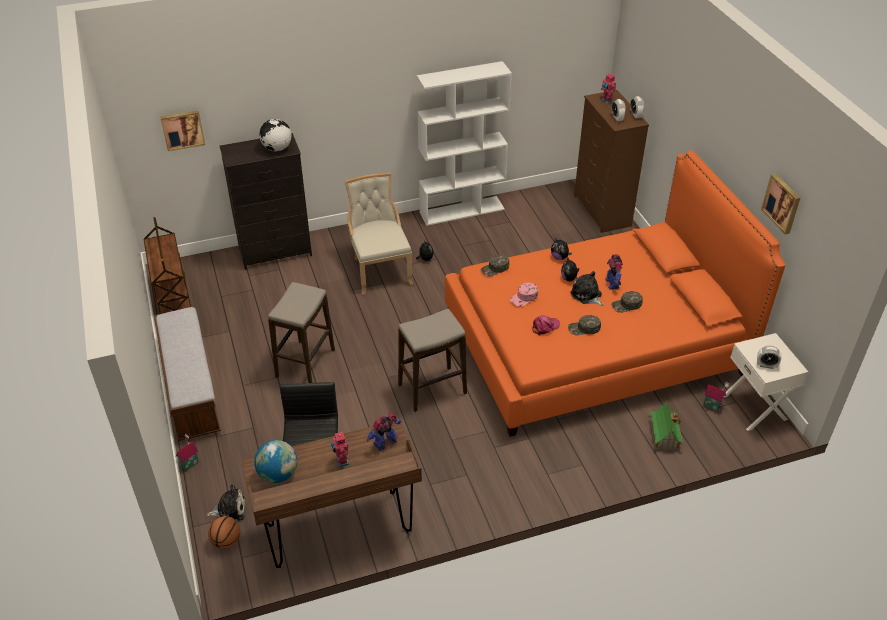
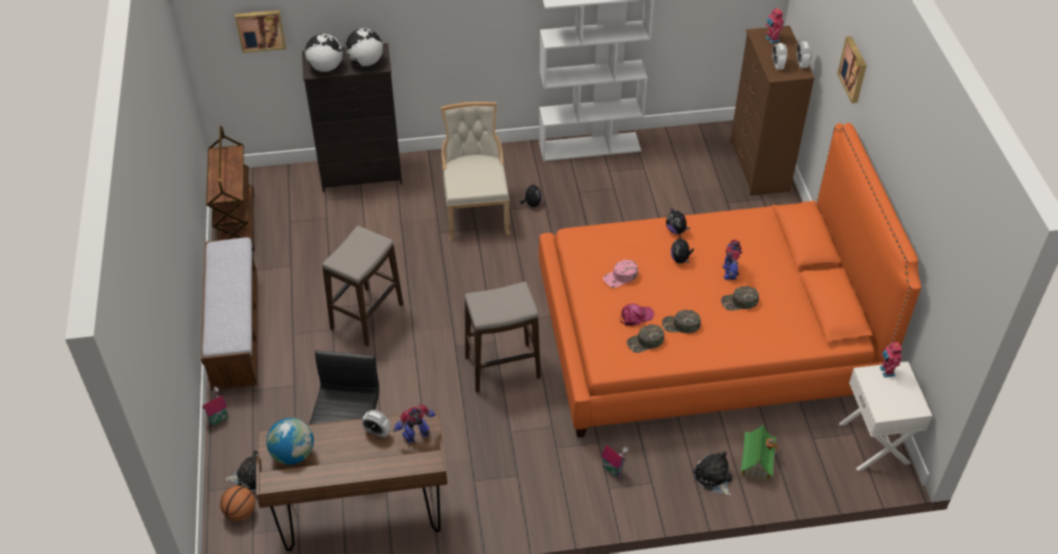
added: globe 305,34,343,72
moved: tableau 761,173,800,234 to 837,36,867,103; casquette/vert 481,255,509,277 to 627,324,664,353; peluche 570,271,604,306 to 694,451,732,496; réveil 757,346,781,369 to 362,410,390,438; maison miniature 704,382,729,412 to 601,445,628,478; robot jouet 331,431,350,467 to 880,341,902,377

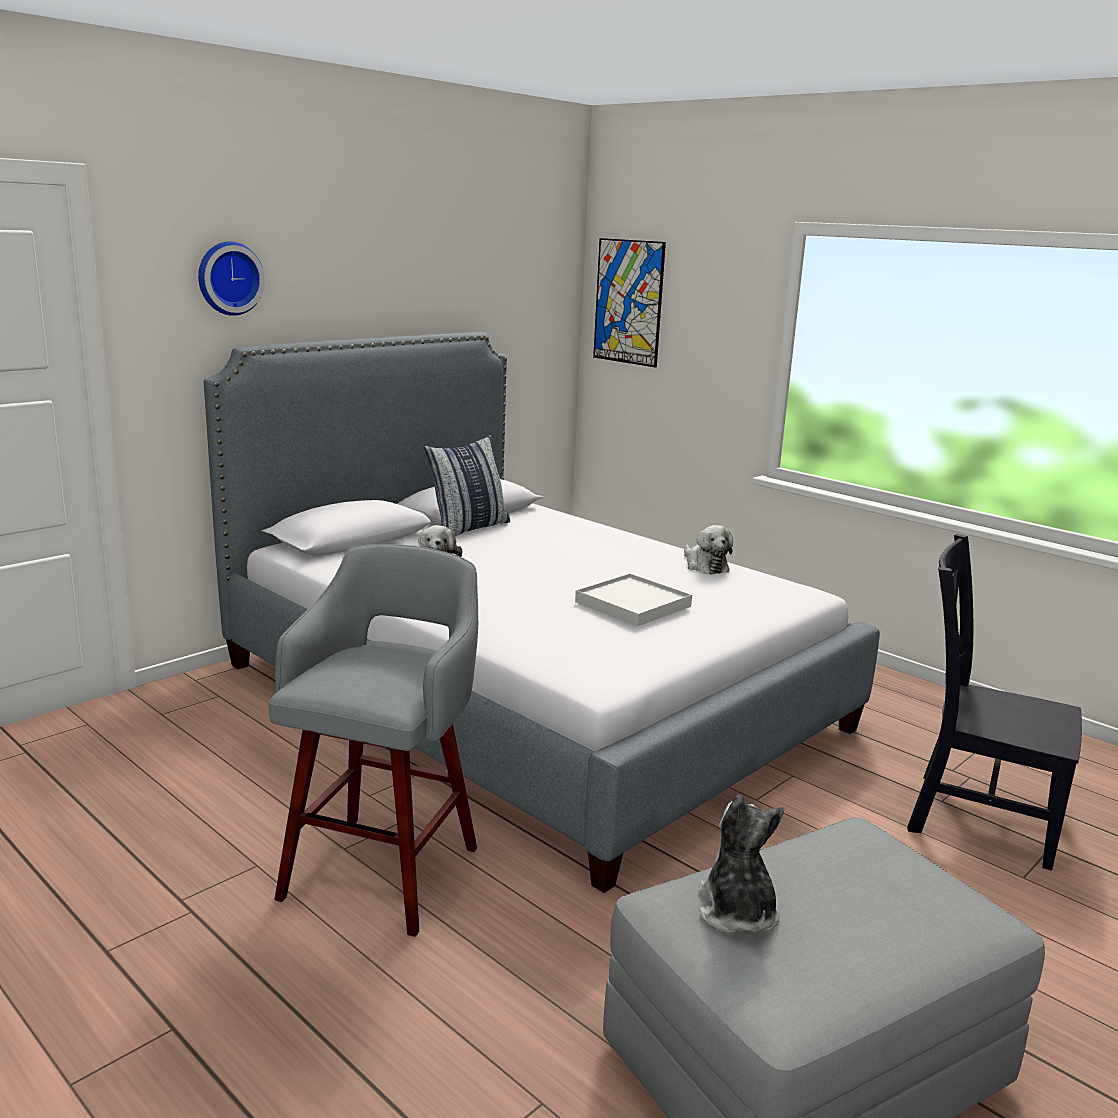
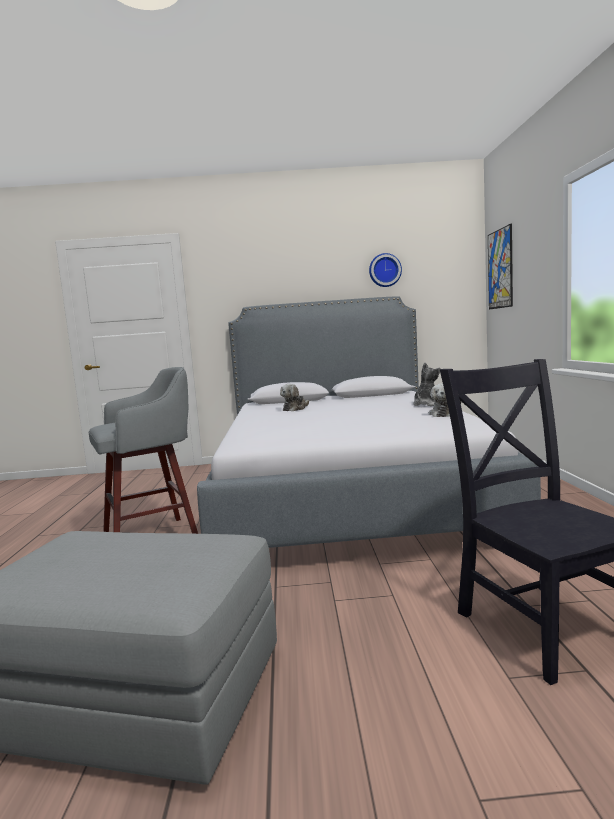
removed: coussin 423,435,510,536; plateau/blanc 575,573,692,626
moved: horloge murale 198,241,265,316 to 369,253,402,287; peluche 699,794,784,933 to 413,363,440,406

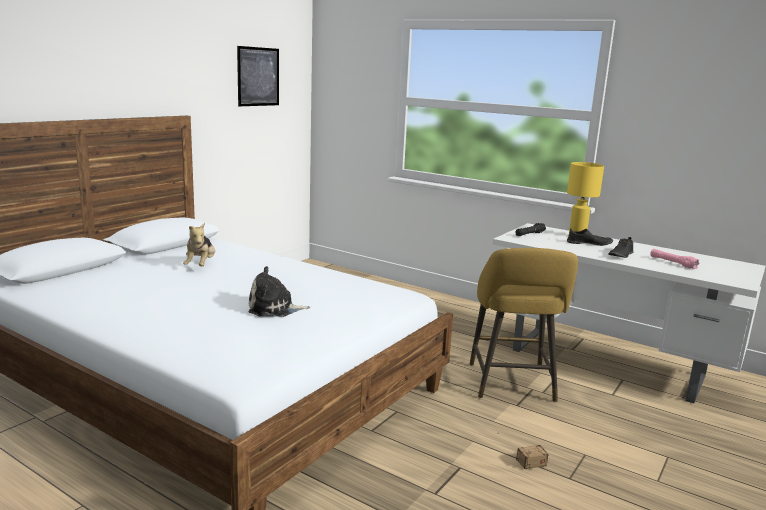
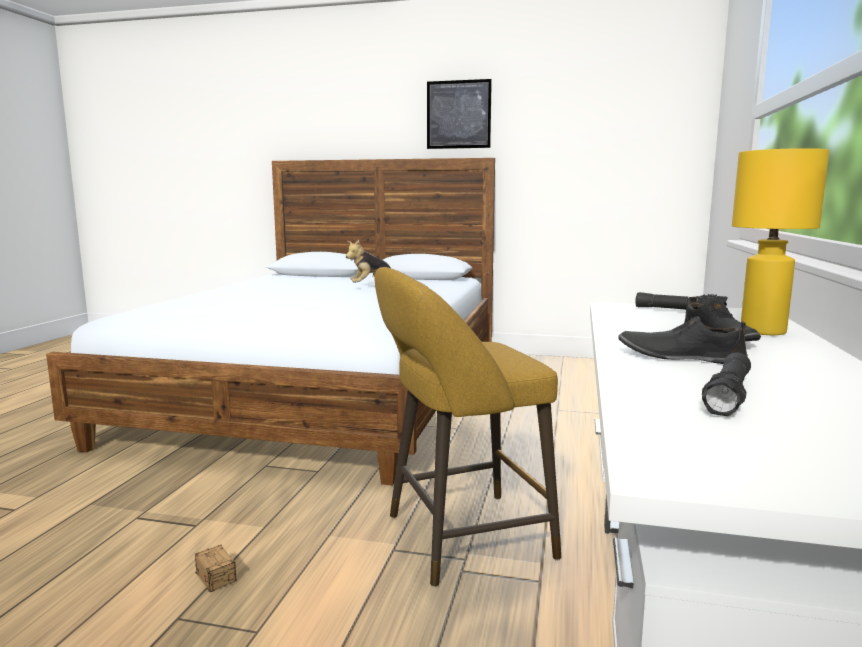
removed: peluche 248,266,310,317
moved: tableau 237,46,279,106 to 427,79,492,149
recoloured: lampe de poche/rose 650,249,700,269 to lampe de poche/noir 702,353,751,416

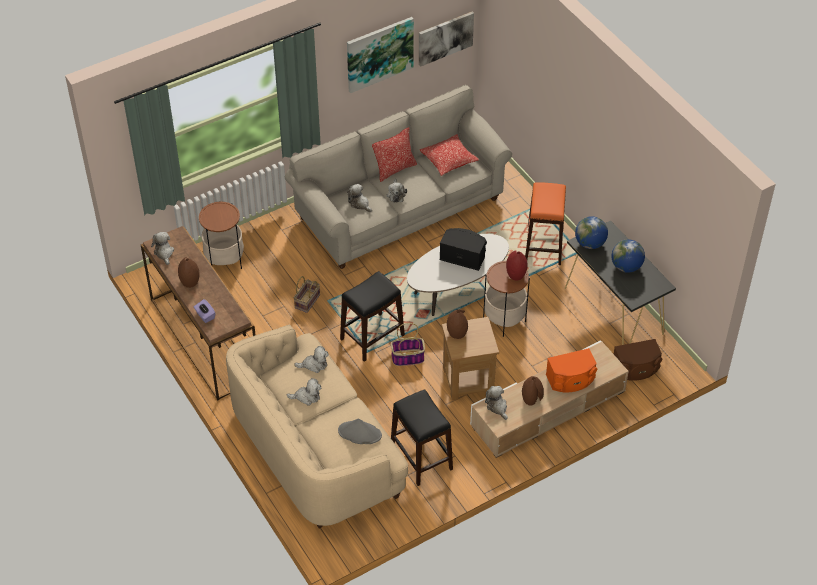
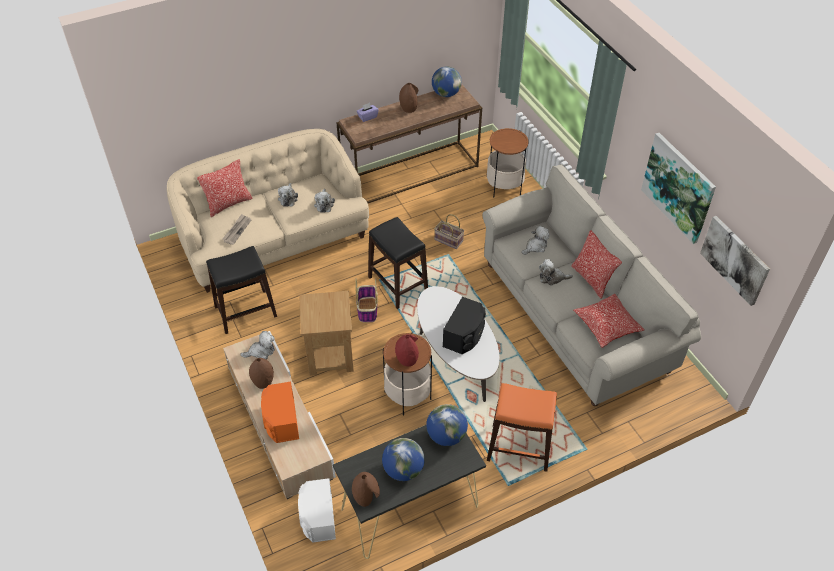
added: coussin 197,159,252,217
moved: vase/marron 447,309,468,339 to 352,472,380,507
replaced: peluche 151,232,174,265 to globe 432,66,462,97; chapeau/gris 338,418,382,444 to journal 223,214,251,245
recoloured: enceinte/marron 614,339,662,381 to enceinte/blanc 298,478,336,543

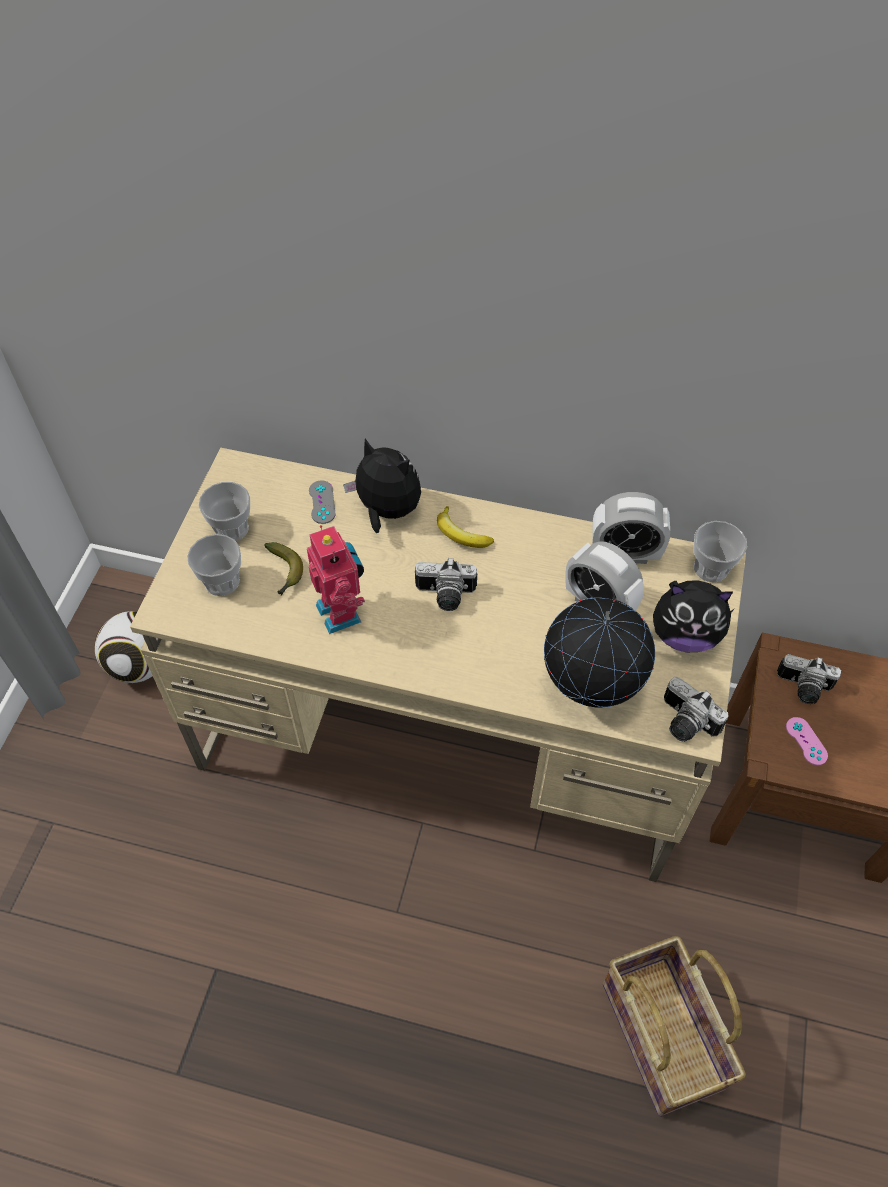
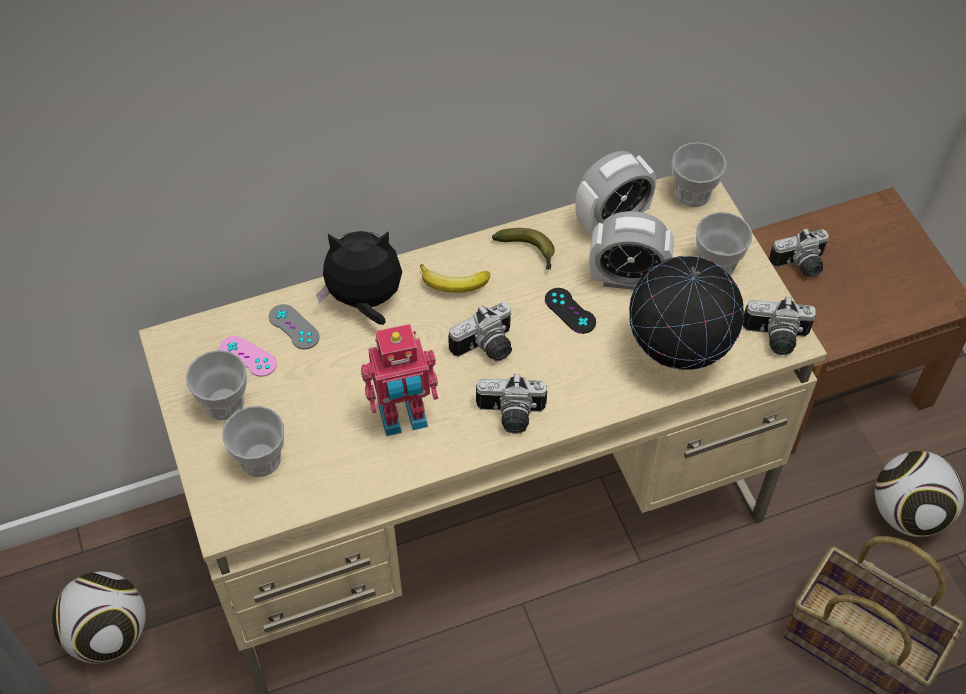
added: manette/noir 545,288,596,334; appareil photo 476,373,547,434; ballon de foot 875,451,965,537
moved: banane 265,542,303,595 to 492,228,555,270; manette/rose 786,717,828,765 to 219,336,277,377
replaced: peluche 653,581,735,652 to tasse 696,212,752,275
turned: robot jouet 307,525,365,634 = 361,324,438,436 135 degrees clockwise

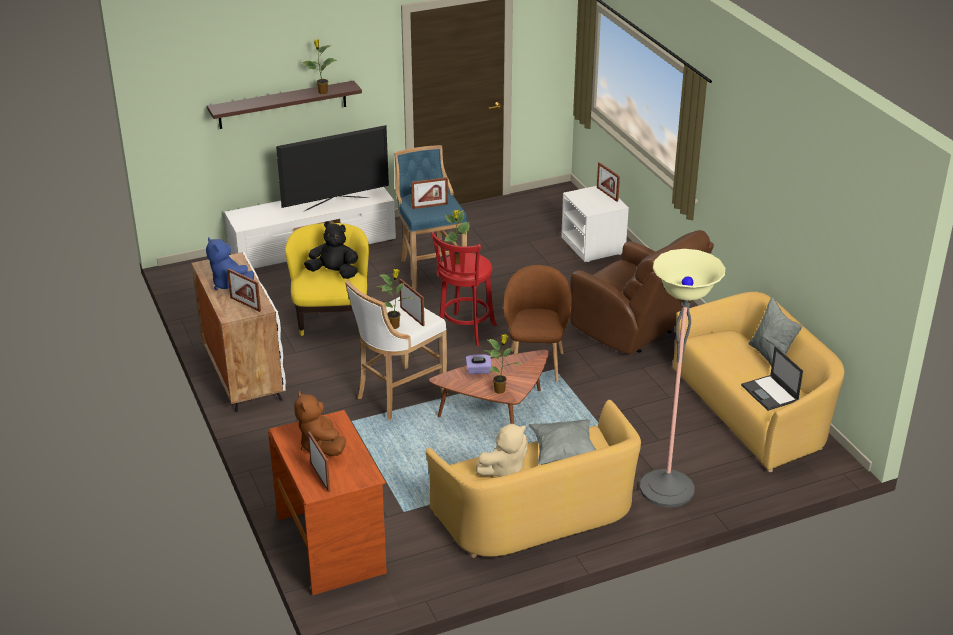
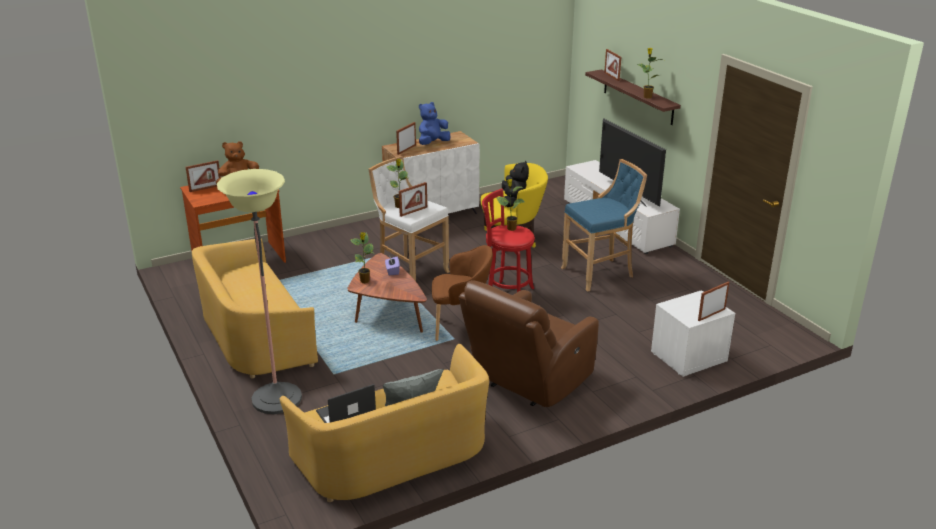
removed: coussin/gris 528,419,596,465; peluche/beige 476,424,528,477
moved: cadre photo 411,177,448,209 to 604,49,621,81

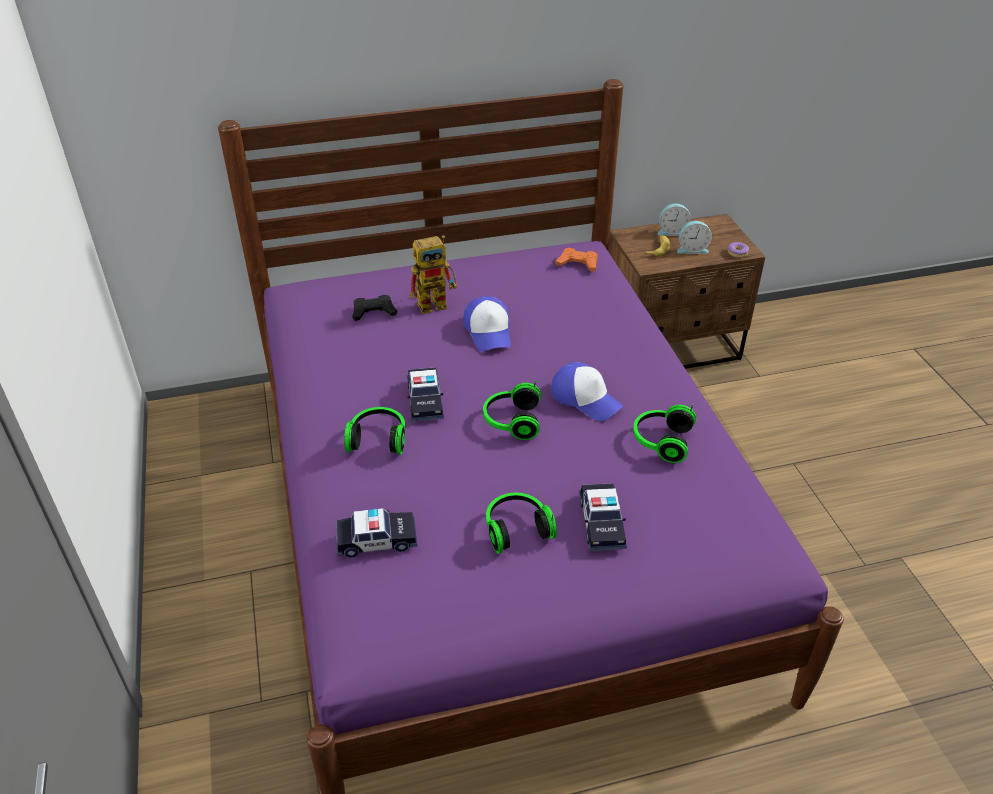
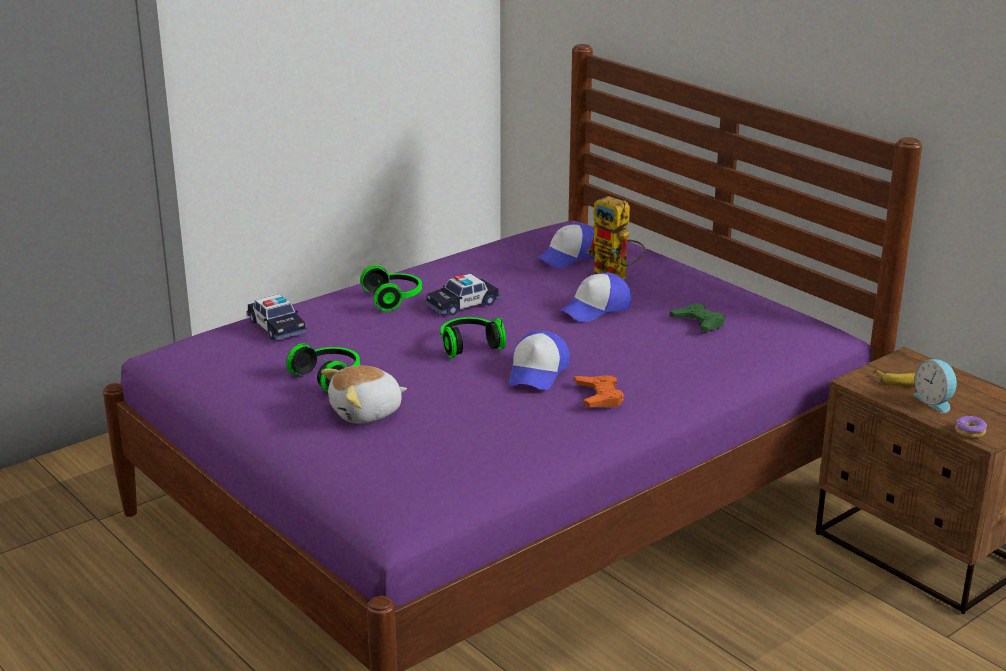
removed: réveil 657,204,691,236; casque audio 633,404,697,463
added: manette/vert 670,303,725,332
moved: manette/orange 556,248,598,272 to 575,375,624,407
replaced: manette/noir 352,295,397,321 to casquette 536,223,595,268; petite voiture 579,483,627,551 to peluche 321,366,407,424

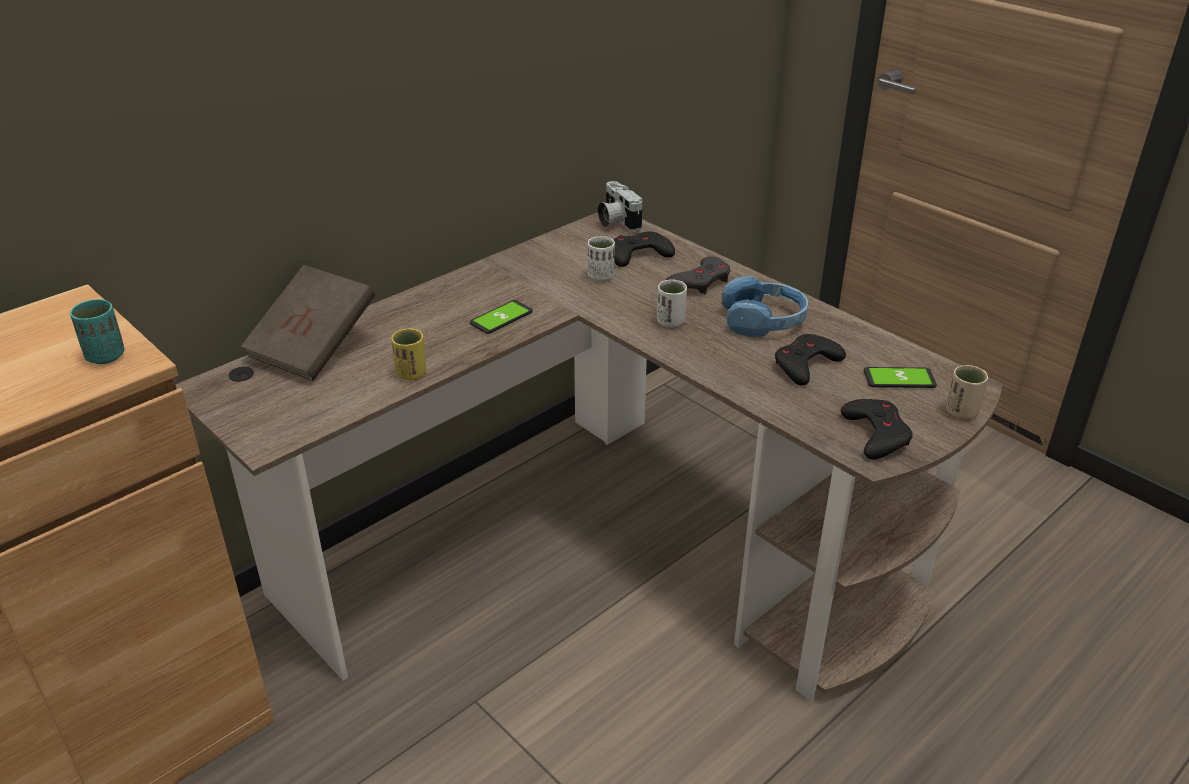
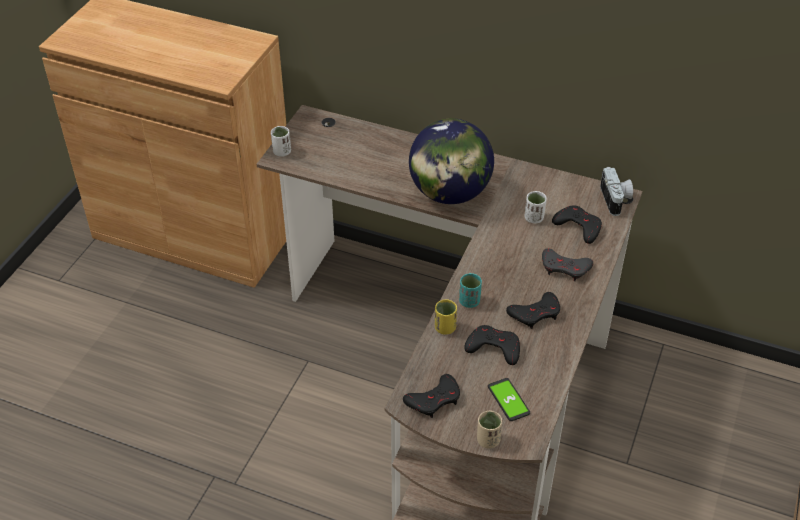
removed: livre/marron 241,265,375,381
moved: tasse/blanc 657,280,687,328 to 271,126,291,157; tasse/turquoise 70,299,125,364 to 459,273,482,308; tasse/jaune 391,328,426,380 to 435,299,457,335
replaced: casque audio/bleu 722,276,808,337 to manette/noir 506,292,560,329; téléphone 470,300,533,334 to globe 409,118,494,204
turned: appareil photo 598,181,643,231 = 600,167,633,216 135 degrees clockwise

